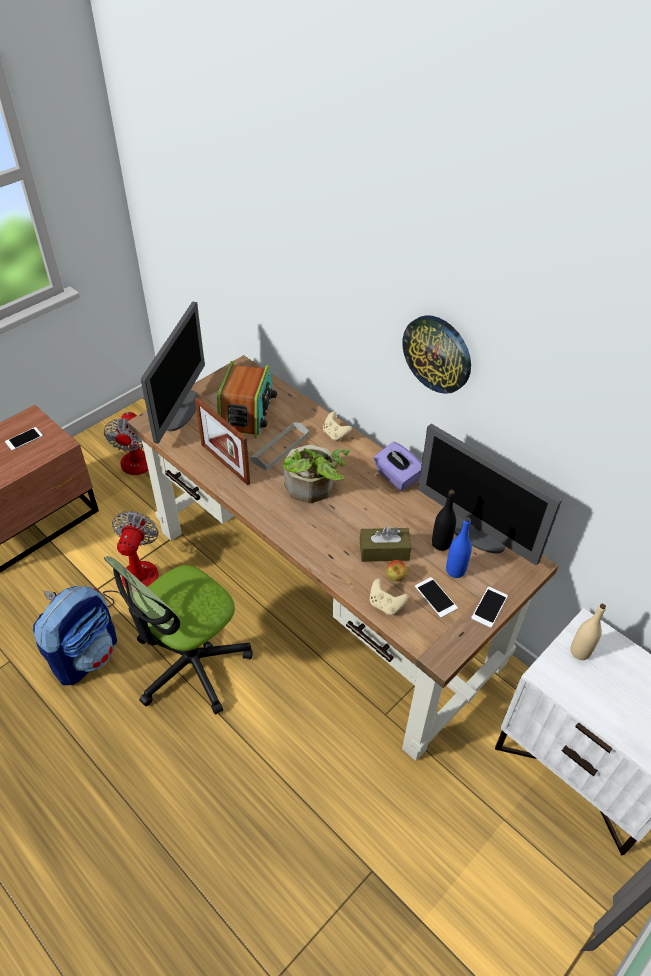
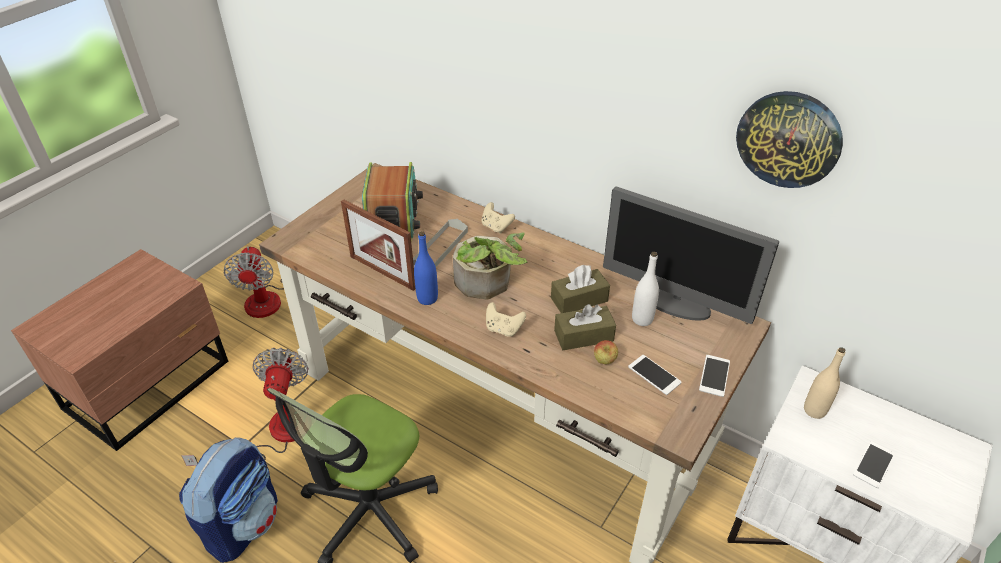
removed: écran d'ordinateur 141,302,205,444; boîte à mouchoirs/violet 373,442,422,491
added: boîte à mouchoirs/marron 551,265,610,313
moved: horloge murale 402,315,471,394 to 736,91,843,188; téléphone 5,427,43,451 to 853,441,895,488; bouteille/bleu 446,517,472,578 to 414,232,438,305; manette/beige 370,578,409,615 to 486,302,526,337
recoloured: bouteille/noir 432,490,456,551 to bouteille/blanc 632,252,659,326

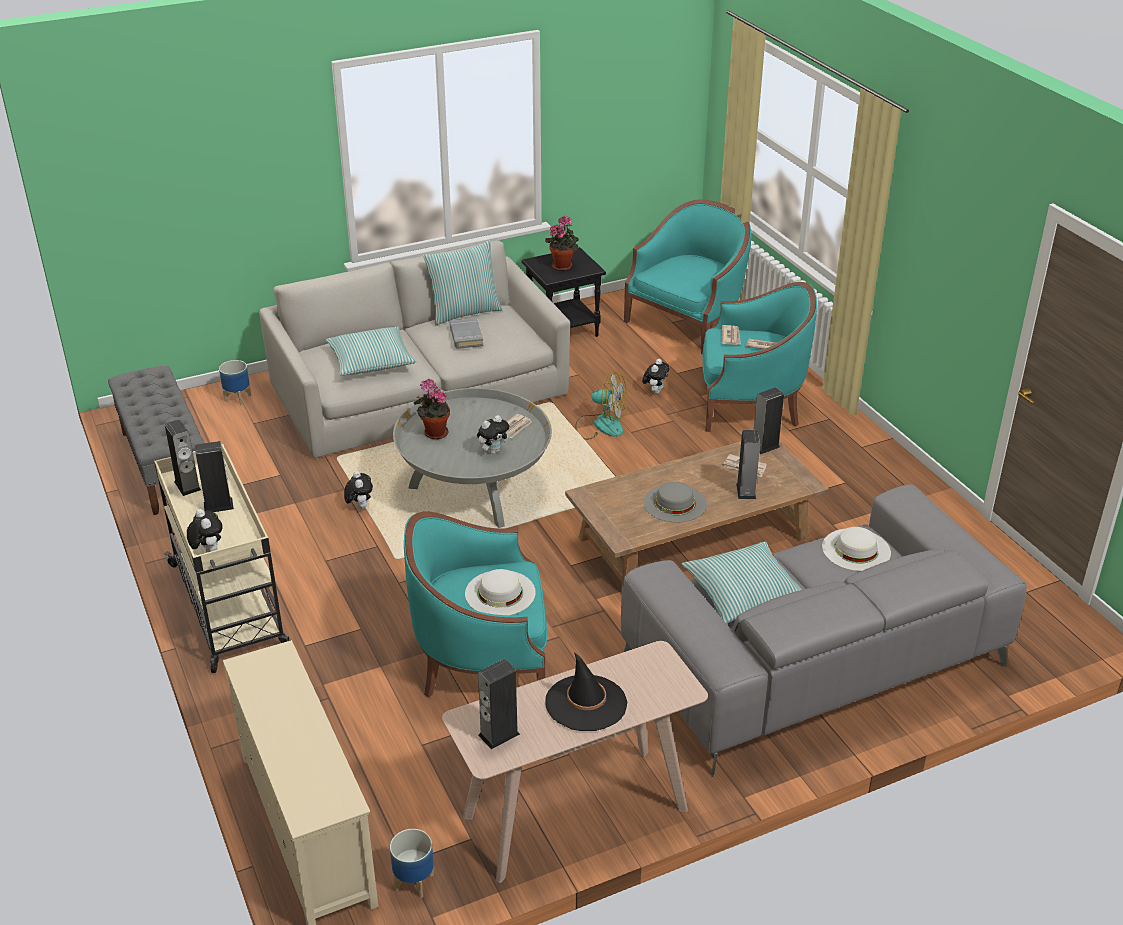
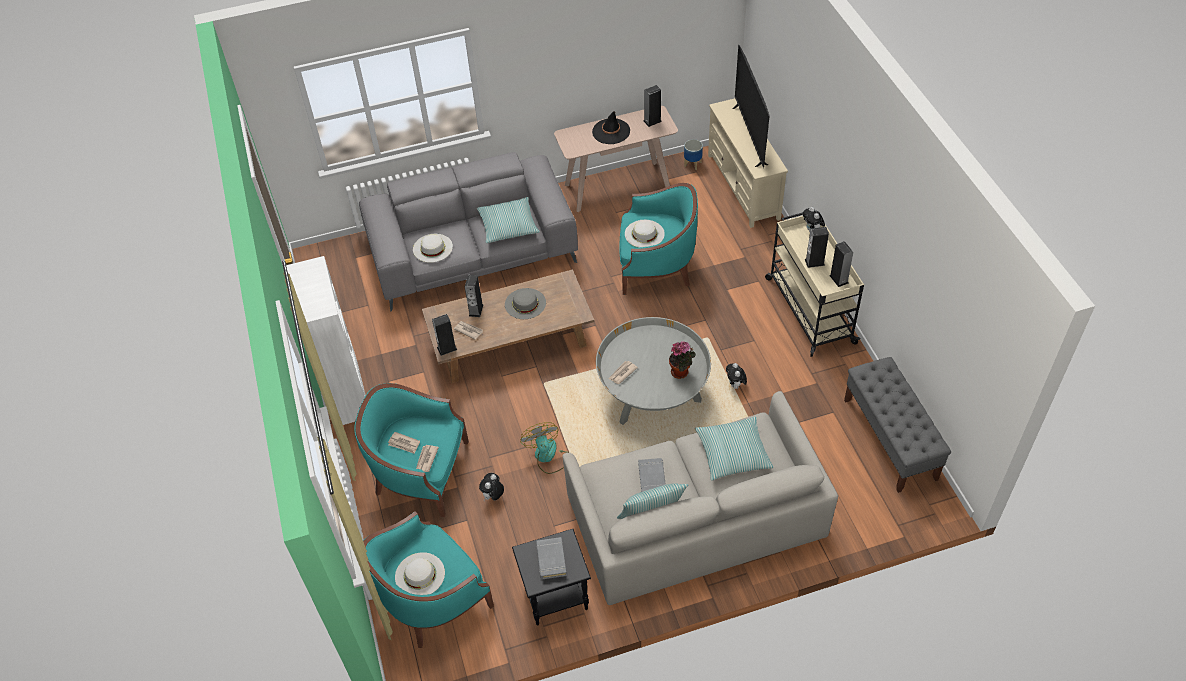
removed: cache-pot 219,360,251,405; peluche 477,415,509,454
added: téléviseur 732,45,770,168; bibliothèque/blanc 286,256,366,425; chapeau/blanc 395,552,445,595
replaced: plante en pot 545,216,579,271 to livre/gris 536,537,567,579
turned: ventilateur 575,372,627,440 = 520,422,569,474 45 degrees clockwise

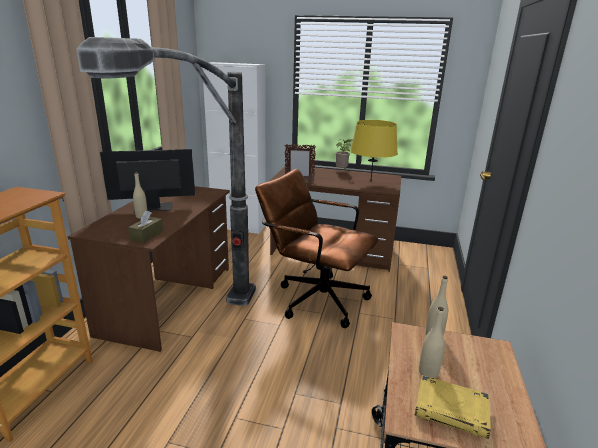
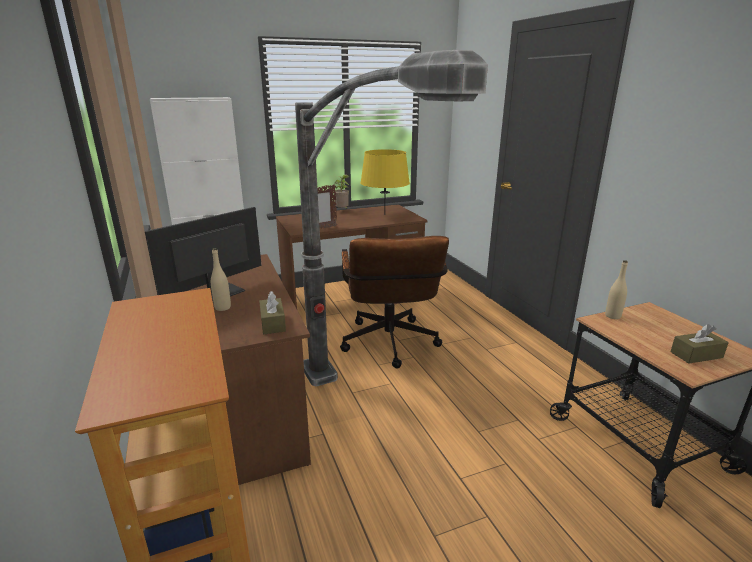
removed: bouteille/beige 419,307,445,378
replaced: livre/jaune 415,375,491,439 to boîte à mouchoirs/marron 671,324,729,364
turned: chaise de bureau/marron 255,169,379,328 = 340,236,449,369 90 degrees counterclockwise

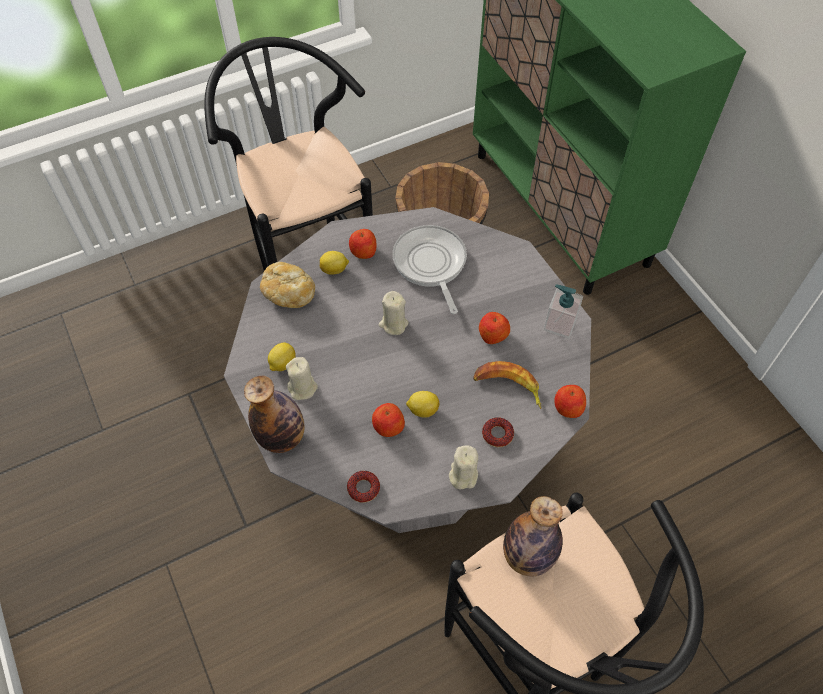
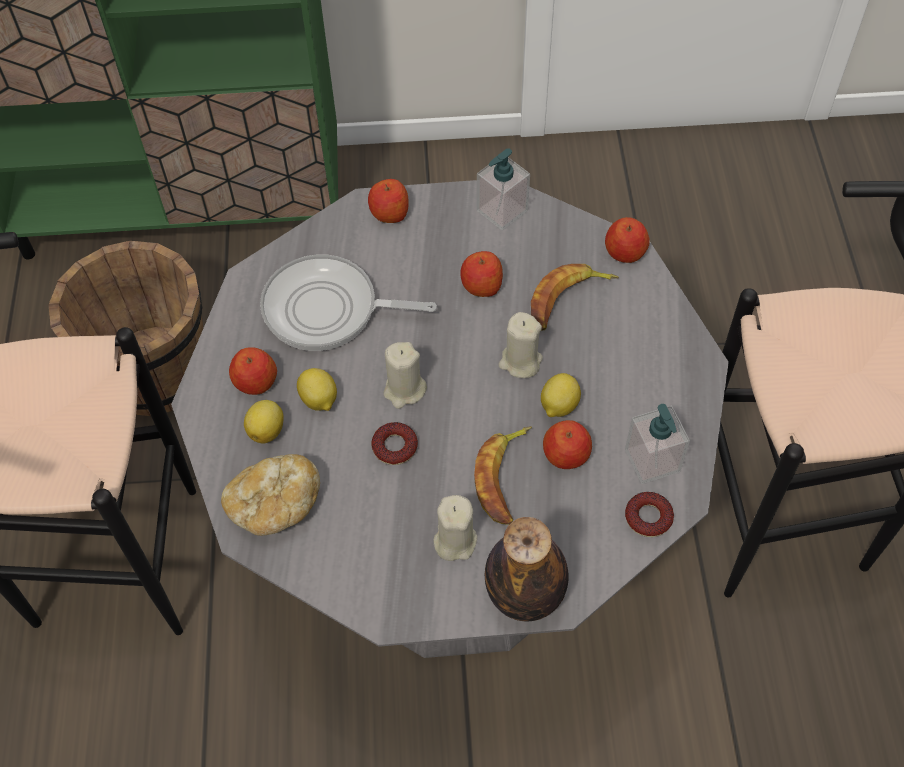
removed: bouteille 503,496,563,576
added: pomme 368,179,409,223; distributeur de savon 625,404,690,484; banane 474,426,532,525
moved: citron 268,343,296,371 to 297,368,337,411; beignet 482,417,514,447 to 371,422,418,465; bougie/beige 449,445,478,490 to 499,312,543,378

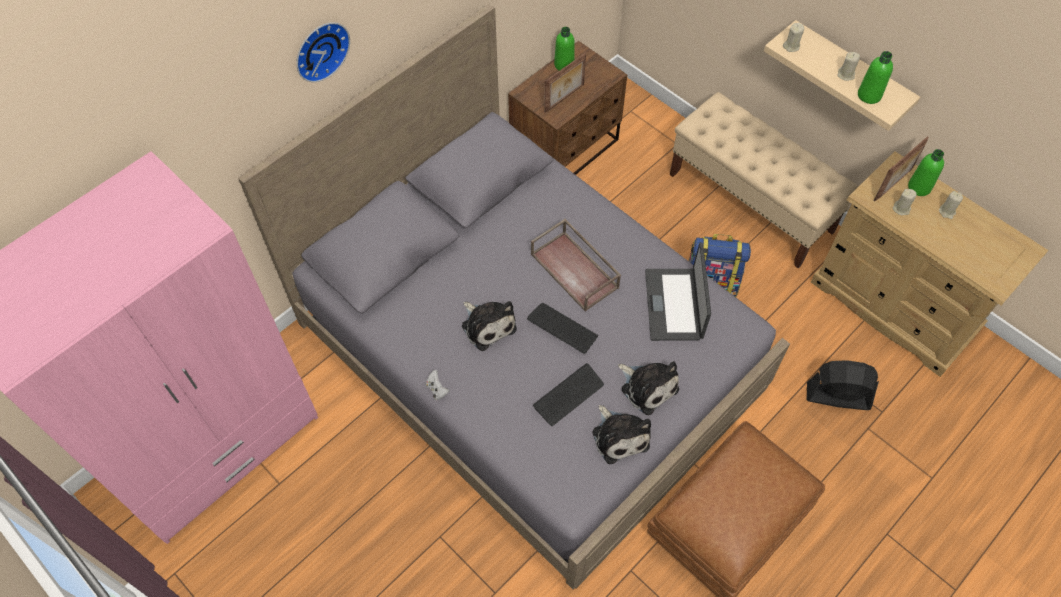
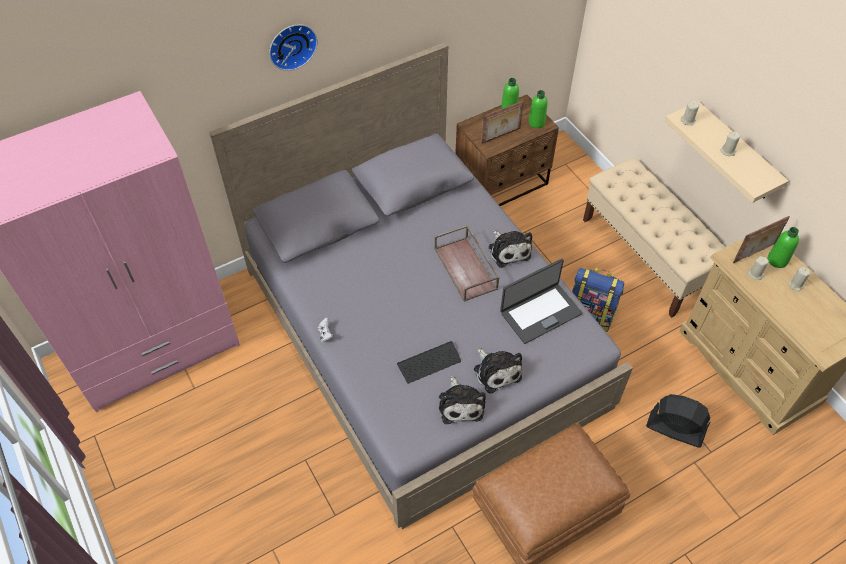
removed: clavier 527,303,598,354
moved: bouteille/vert 858,51,893,104 to 528,90,548,128; peluche 462,301,517,351 to 488,230,532,268
turned: ordinateur portable 645,242,711,341 = 500,259,582,344 135 degrees counterclockwise

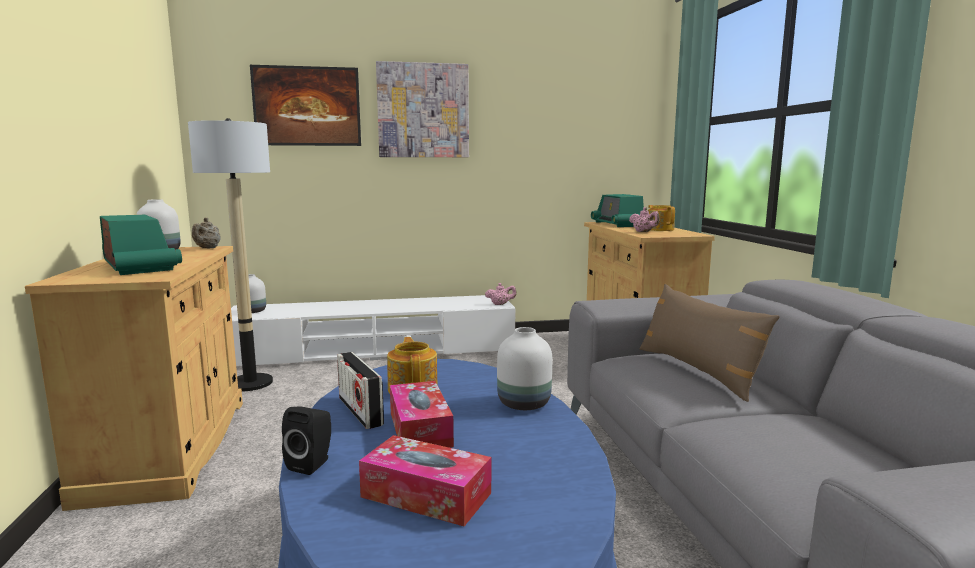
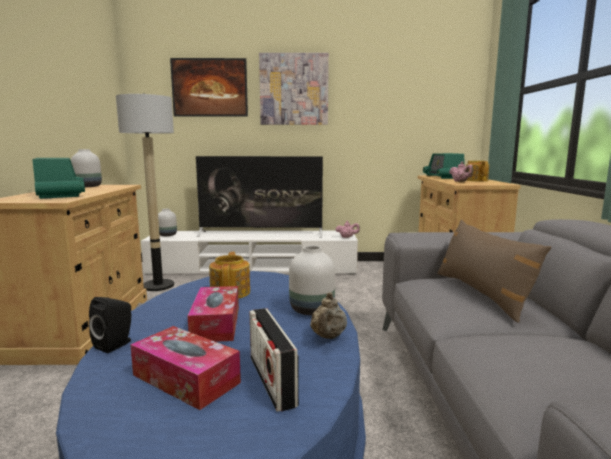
added: téléviseur 196,156,323,237
moved: théière/beige 192,218,221,249 to 310,292,347,339; radio 337,352,384,429 to 250,308,299,412

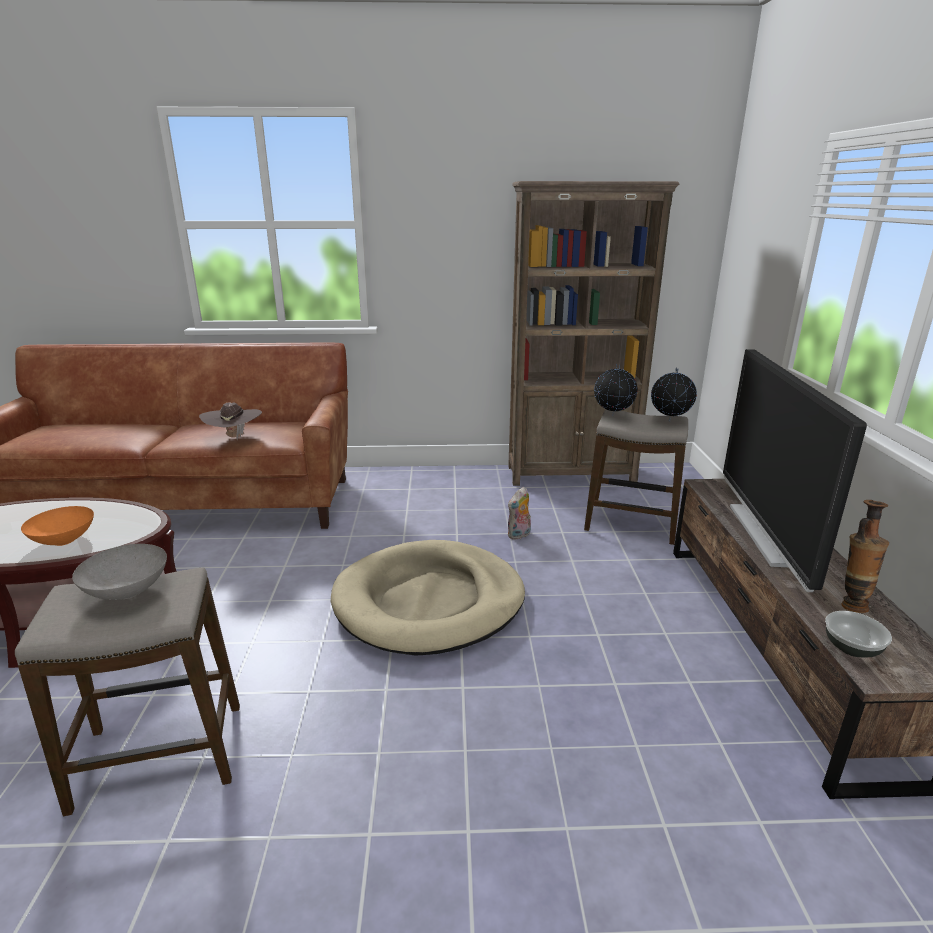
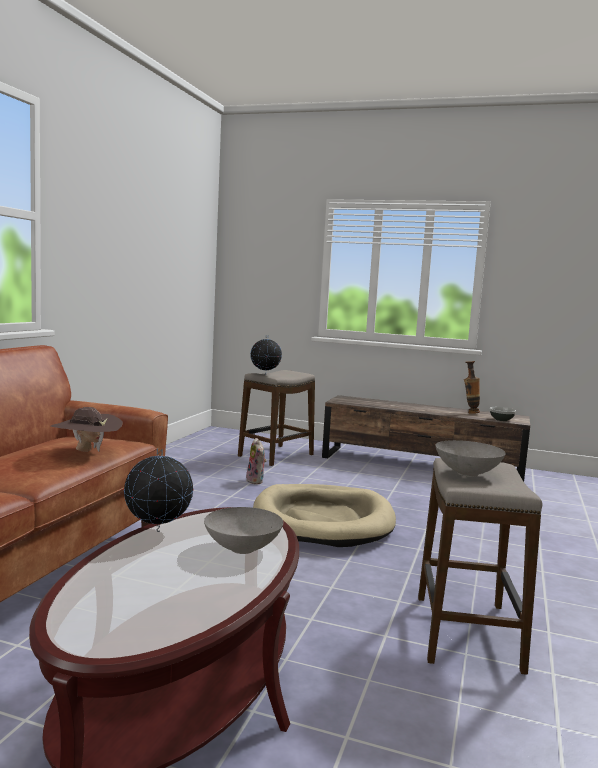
removed: bibliothèque/marron 508,181,679,486; téléviseur 723,349,867,592
moved: globe 651,368,697,421 to 124,448,194,532
recoloured: bol/orange 21,506,94,546 to bol/gris 204,507,283,554

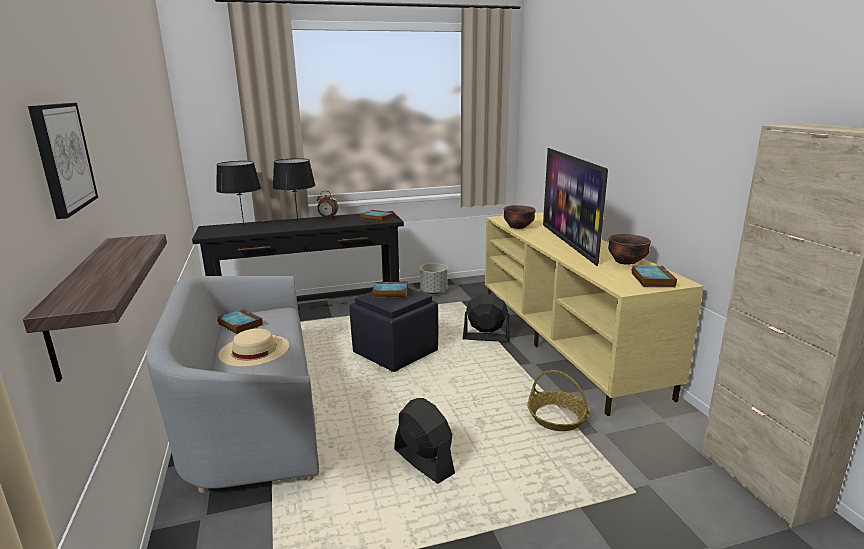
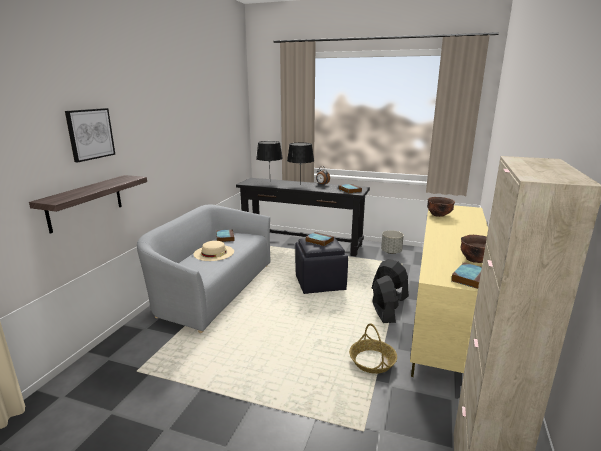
removed: téléviseur 543,148,608,266
moved: ventilateur/noir 394,398,455,484 to 372,275,398,323

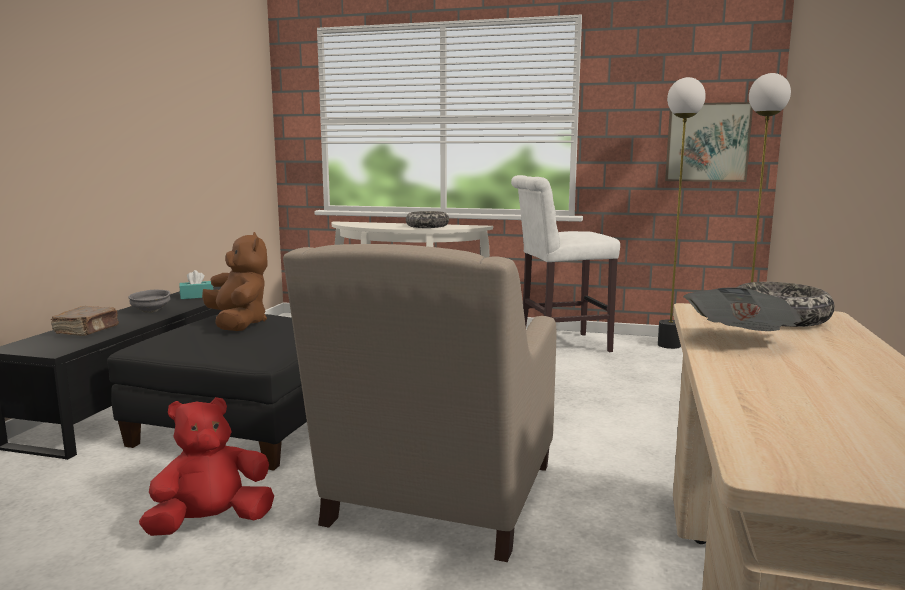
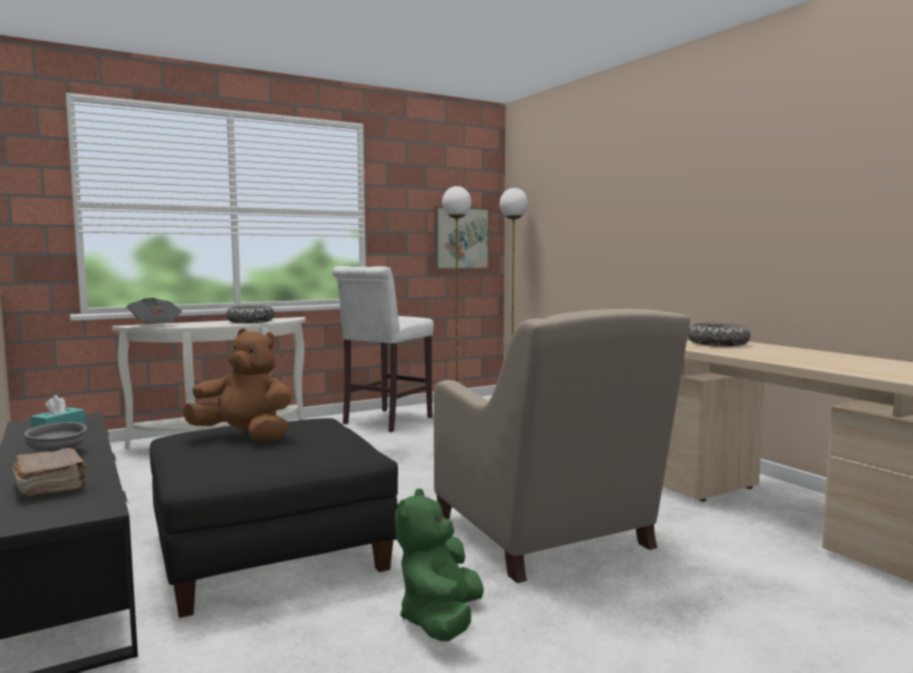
moved: journal 684,287,803,331 to 126,298,182,323
recoloured: peluche/rouge 139,397,274,536 to peluche/vert 395,488,484,641

